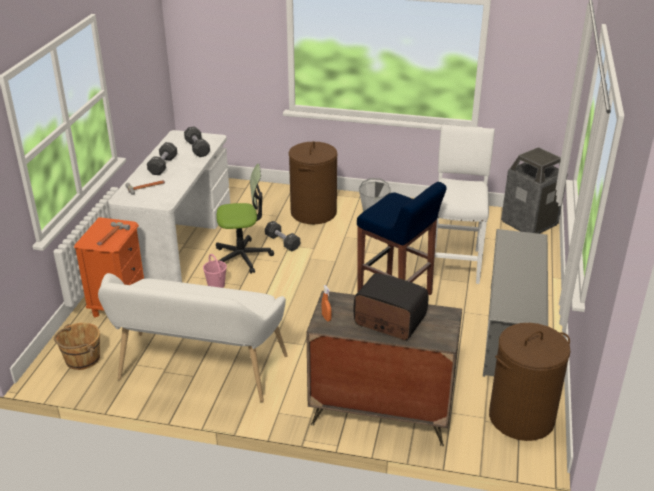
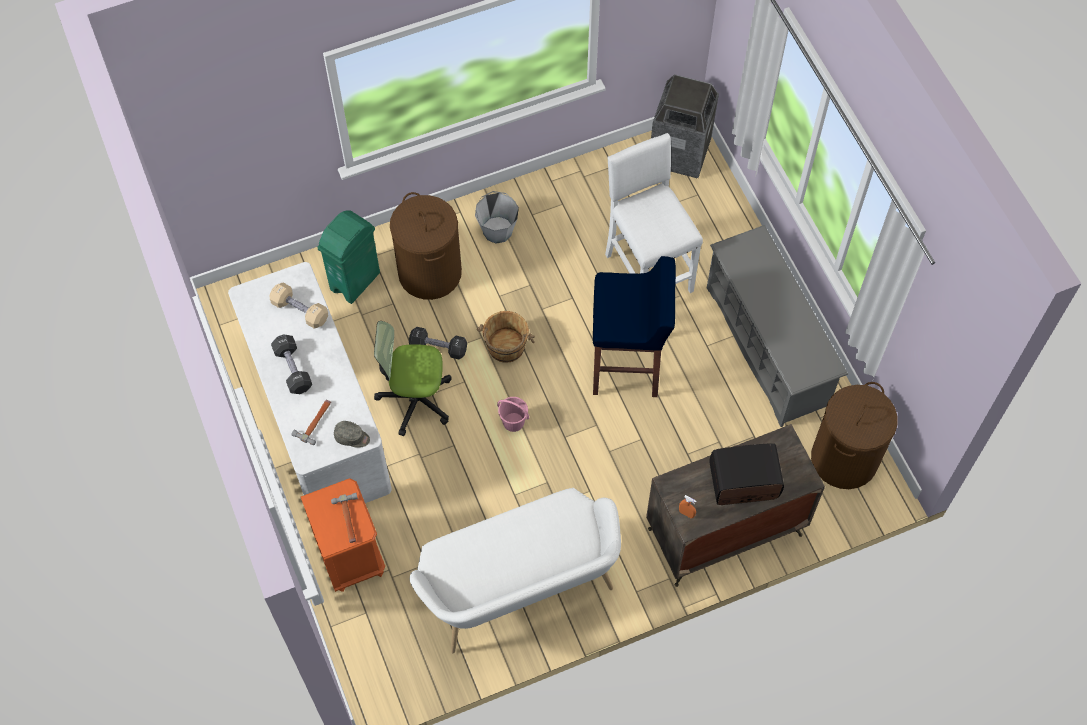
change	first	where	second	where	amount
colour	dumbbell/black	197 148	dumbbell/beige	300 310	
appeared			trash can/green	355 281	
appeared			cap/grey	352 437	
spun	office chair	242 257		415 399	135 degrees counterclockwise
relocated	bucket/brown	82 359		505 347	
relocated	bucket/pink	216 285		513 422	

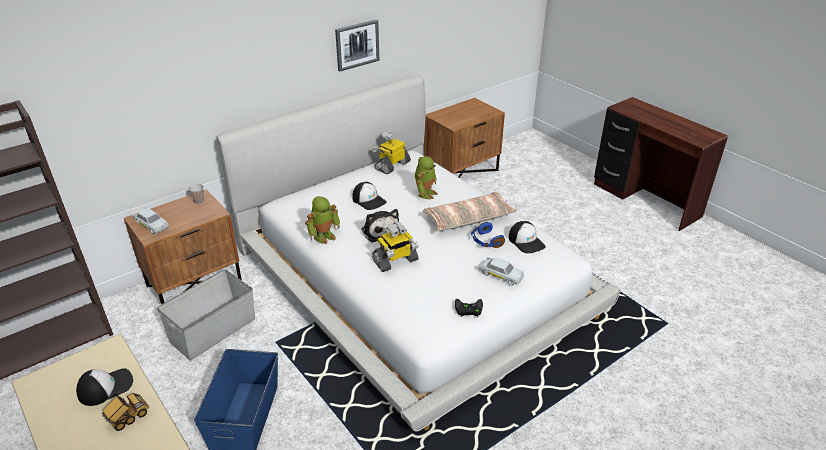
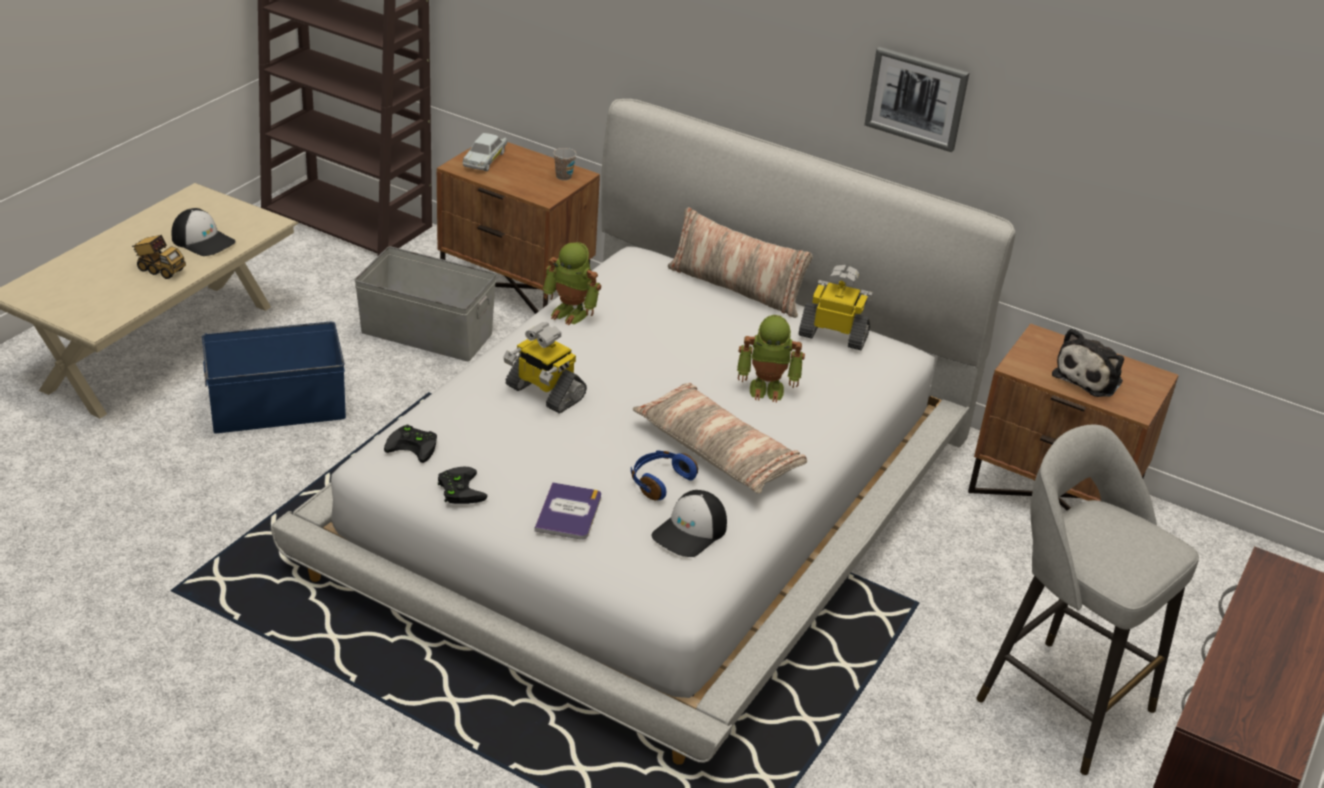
change	first	where	second	where	amount
appeared			game controller/black	415 446	
exchanged	toy car/white	500 275	book	568 512	
appeared			pillow	736 288	
appeared			stool/grey	1060 702	
relocated	plush toy	379 230		1090 377	
missing	cap	369 200			

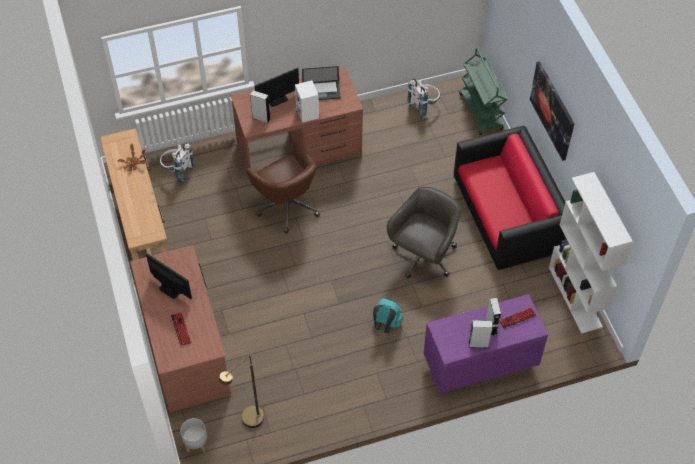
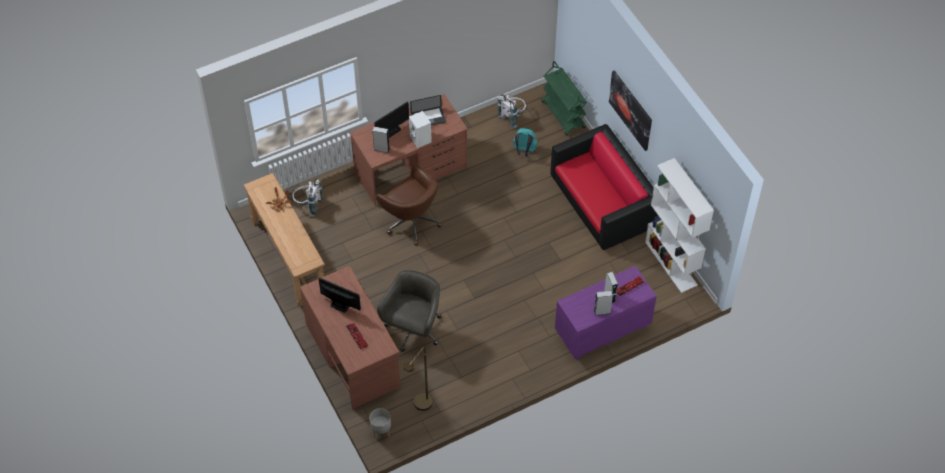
change	first	where	second	where	amount
relocated	office chair/grey	423 256		413 330	
relocated	backpack/turquoise	385 324		524 151	

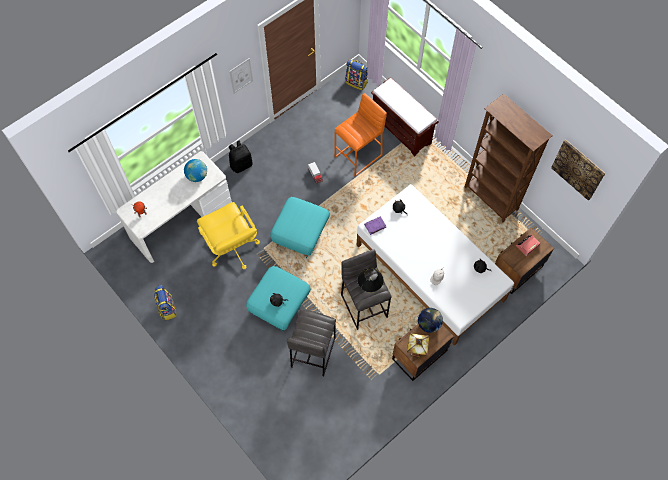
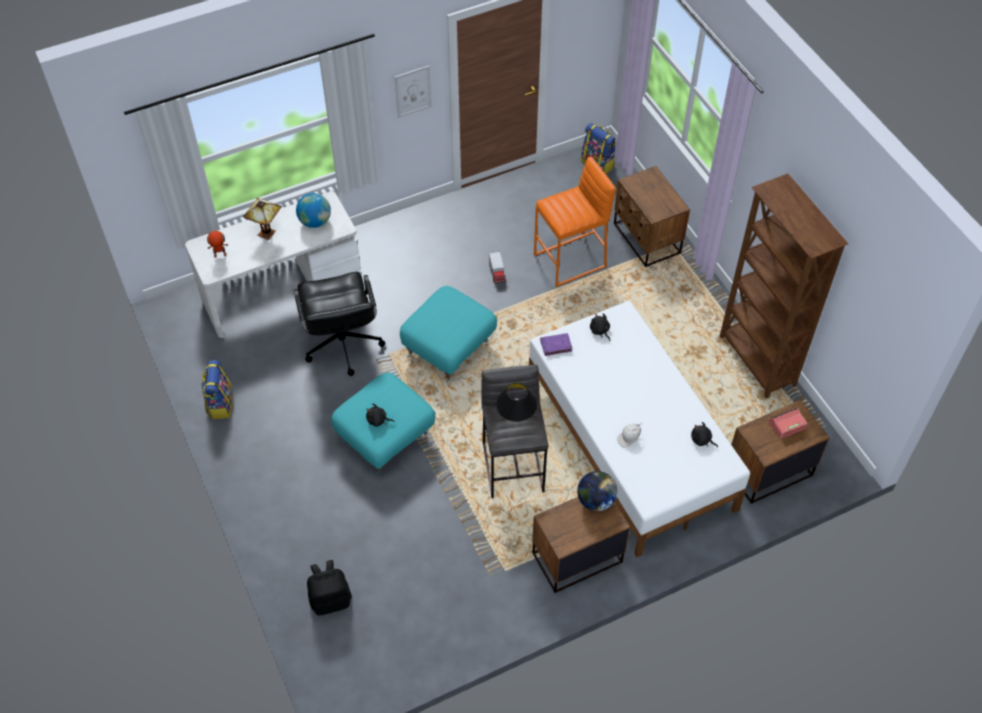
change	first	where	second	where	amount
relocated	table lamp	415 350		266 232	
colour	office chair/yellow	232 249	office chair/black	342 345	
relocated	backpack/black	241 164		331 600	
exchanged	bench/brown	401 130	nightstand/brown	646 239	
missing	stool/grey	312 352			
missing	picture	578 169			

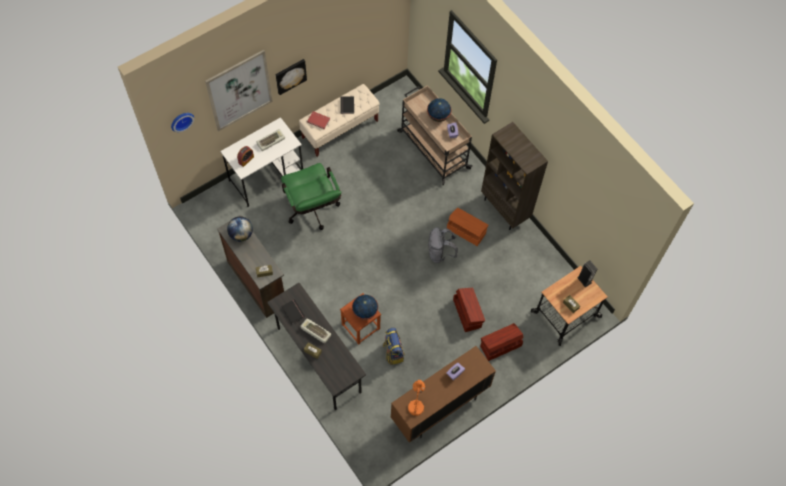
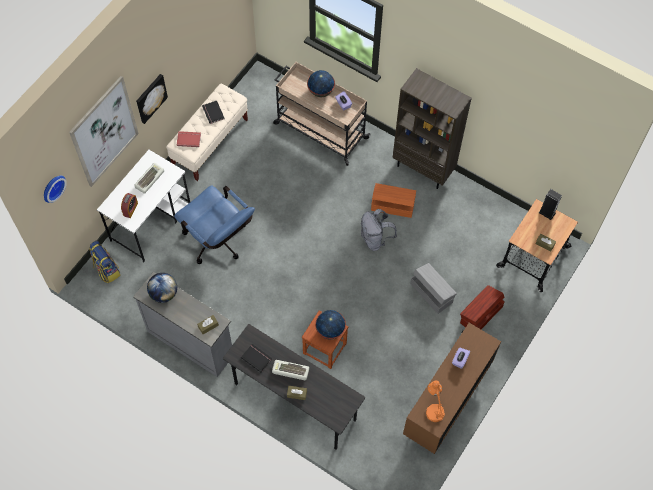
change	first	where	second	where	amount
relocated	backpack	393 352		106 270	
colour	dresser/brown	257 282	dresser/grey	190 342	
colour	office chair/green	313 211	office chair/blue	219 242	
colour	storage box/brown	467 313	storage box/grey	431 292	

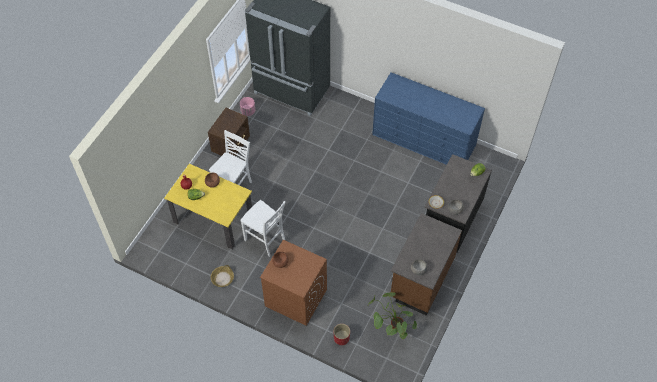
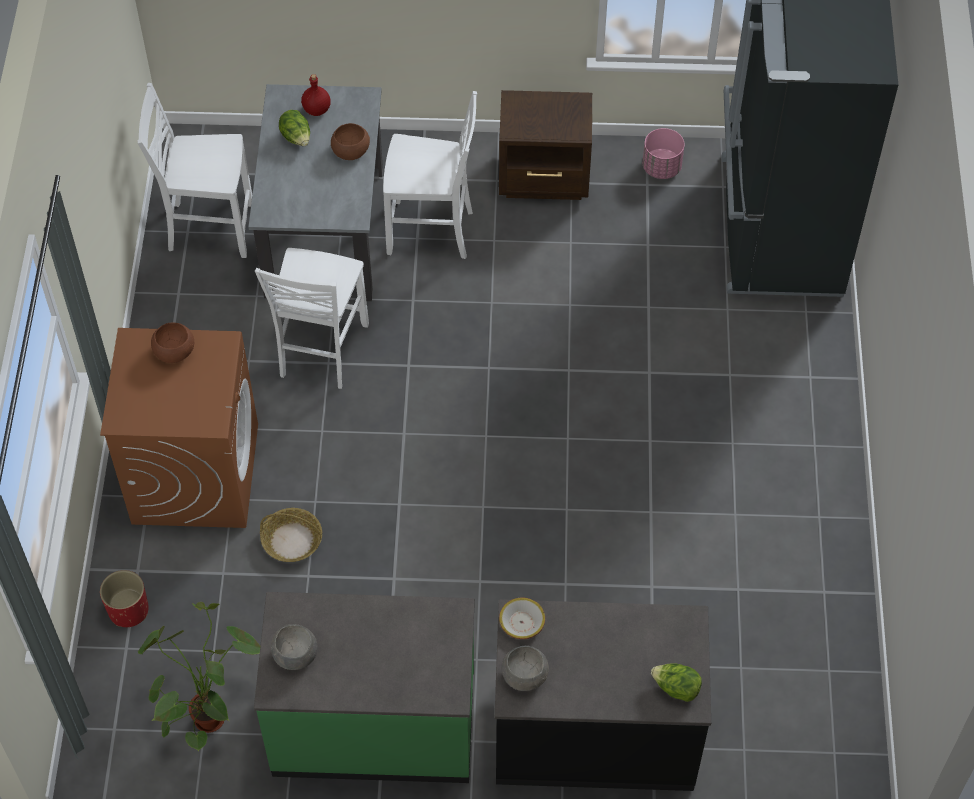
change	first	where	second	where	amount
appeared			chair/white	209 228	
colour	dining table/yellow	213 219	dining table/grey	324 231	
colour	counter/brown	421 278	counter/green	374 725	
relocated	basket	222 278		292 540	
missing	dresser/blue	424 140			

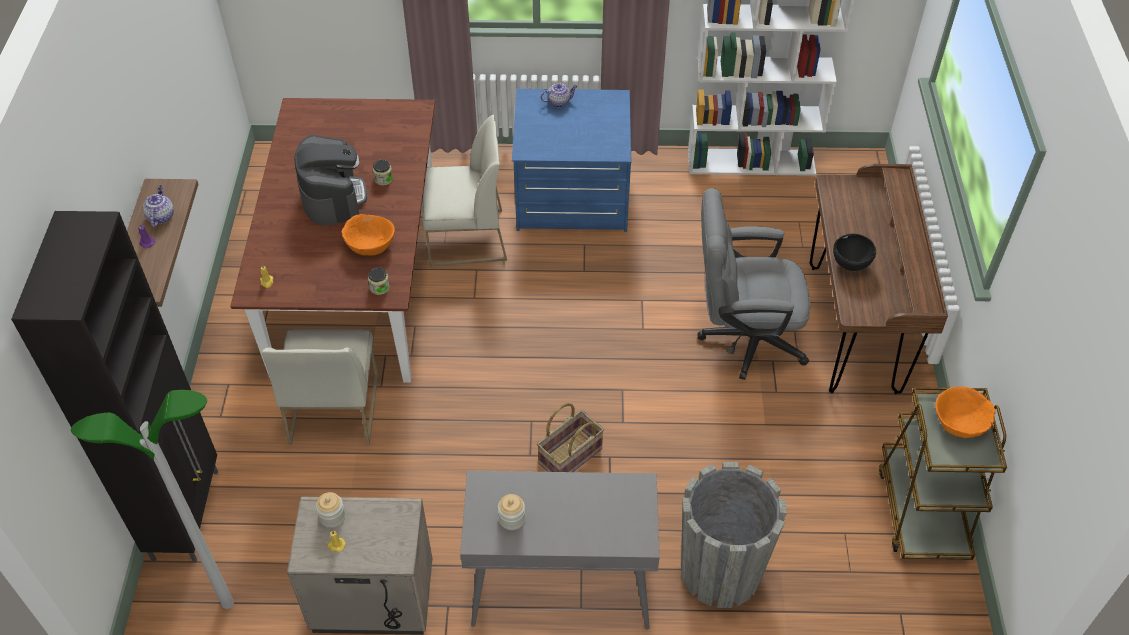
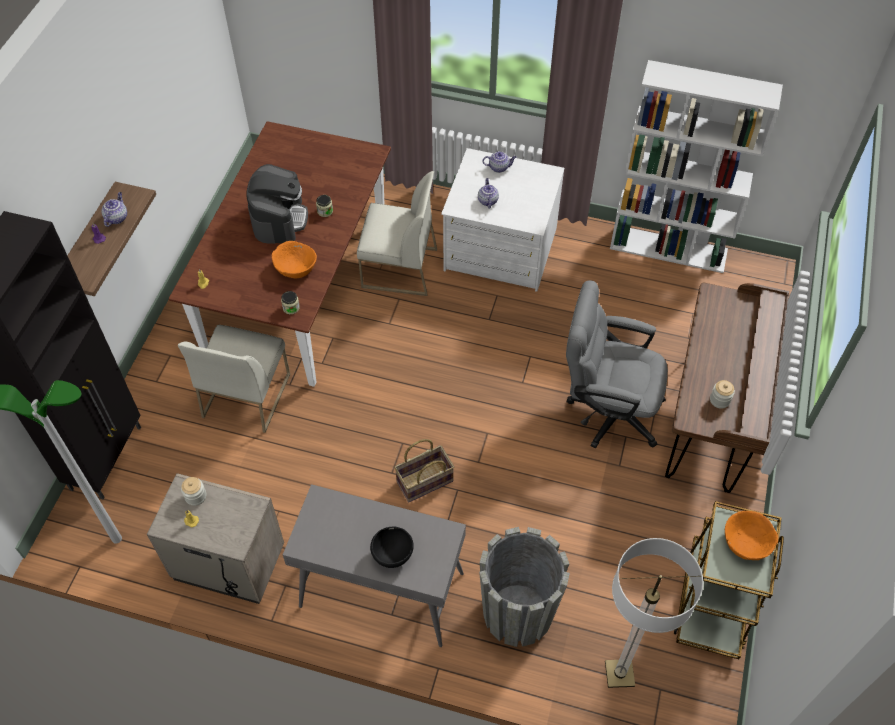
change	first	where	second	where	amount
relocated	bowl/black	850 265		393 556	
colour	dresser/blue	572 198	dresser/white	500 250	
appeared			teapot	487 200	
appeared			floor lamp	619 674	
relocated	jar	512 519		719 400	

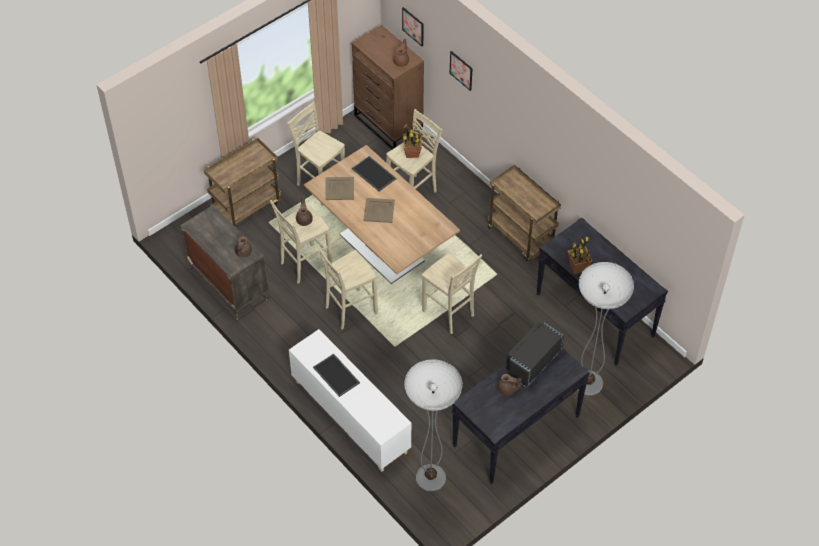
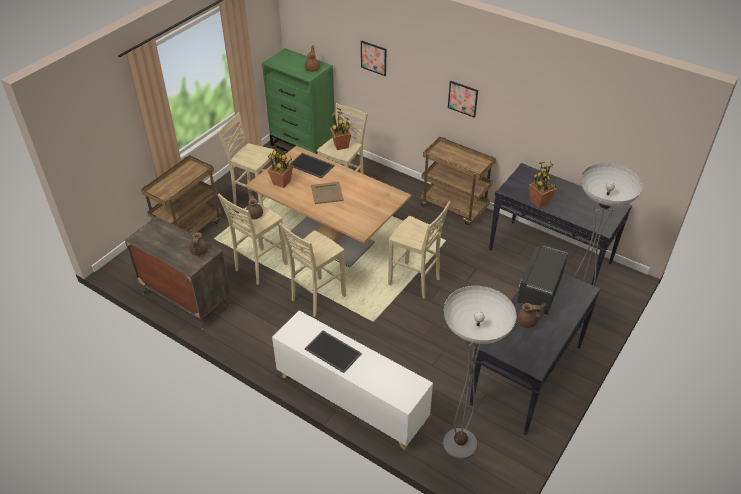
change	first	where	second	where	amount
colour	dresser/brown	388 125	dresser/green	303 146	
exchanged	tray/beige	339 188	potted plant	282 182	
relocated	picture	413 26		463 98	

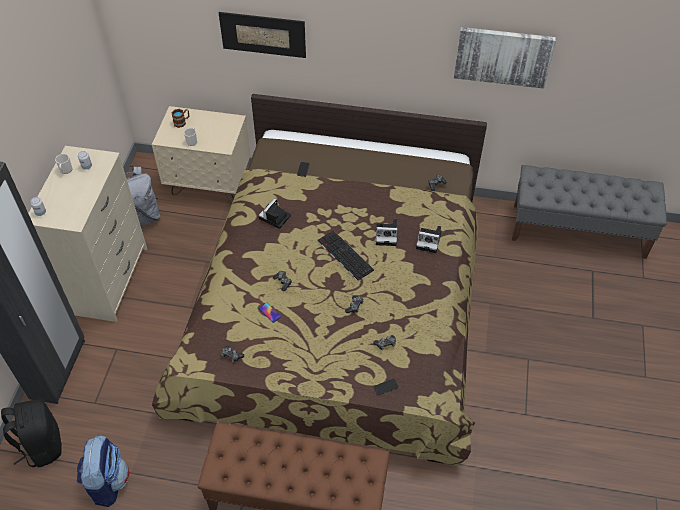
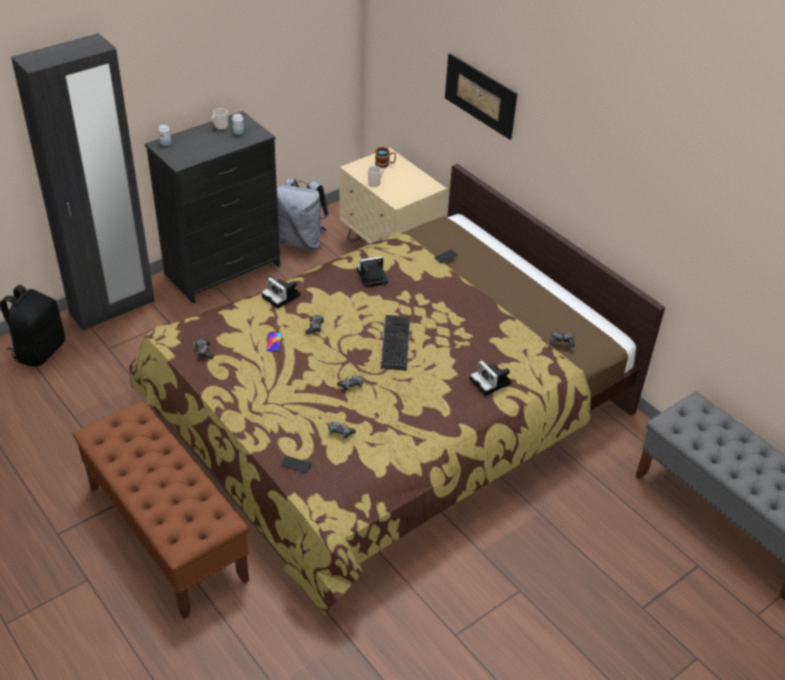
change	first	where	second	where	amount
colour	dresser/beige	108 280	dresser/black	223 270	
relocated	photo camera	387 235		282 296	
missing	backpack	107 482			
missing	picture	503 56			

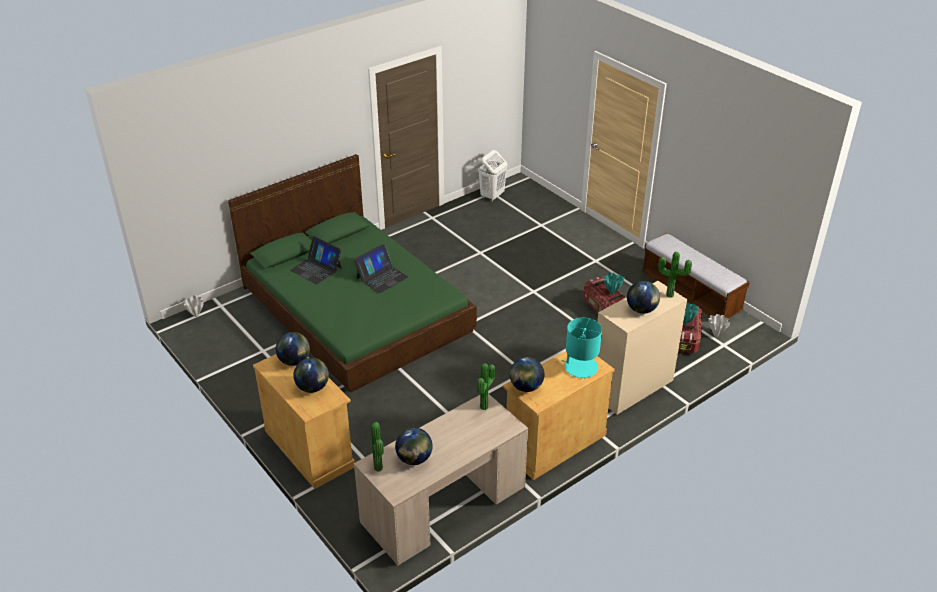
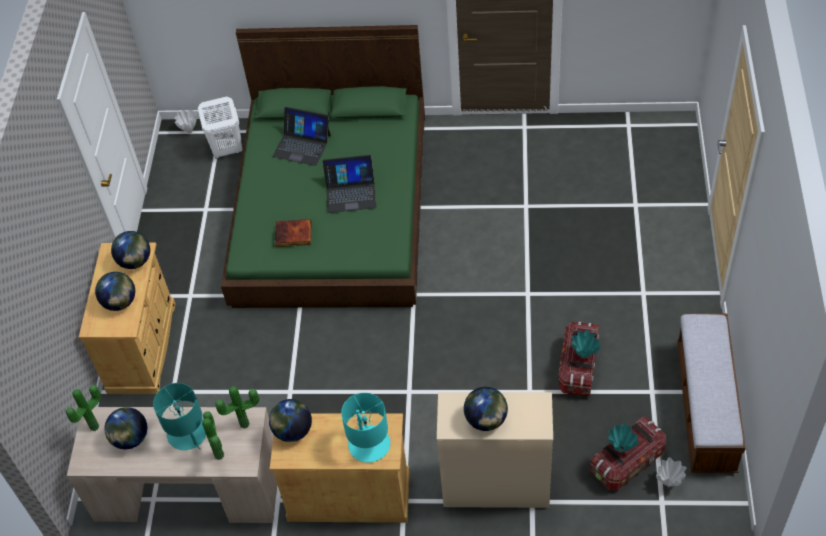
change	first	where	second	where	amount
appeared			table lamp/turquoise	187 433	
relocated	laundry basket/white	492 196		227 150	
relocated	potted plant	670 294		221 454	
spun	laptop	316 269		302 145	60 degrees counterclockwise
appeared			book	293 235	

